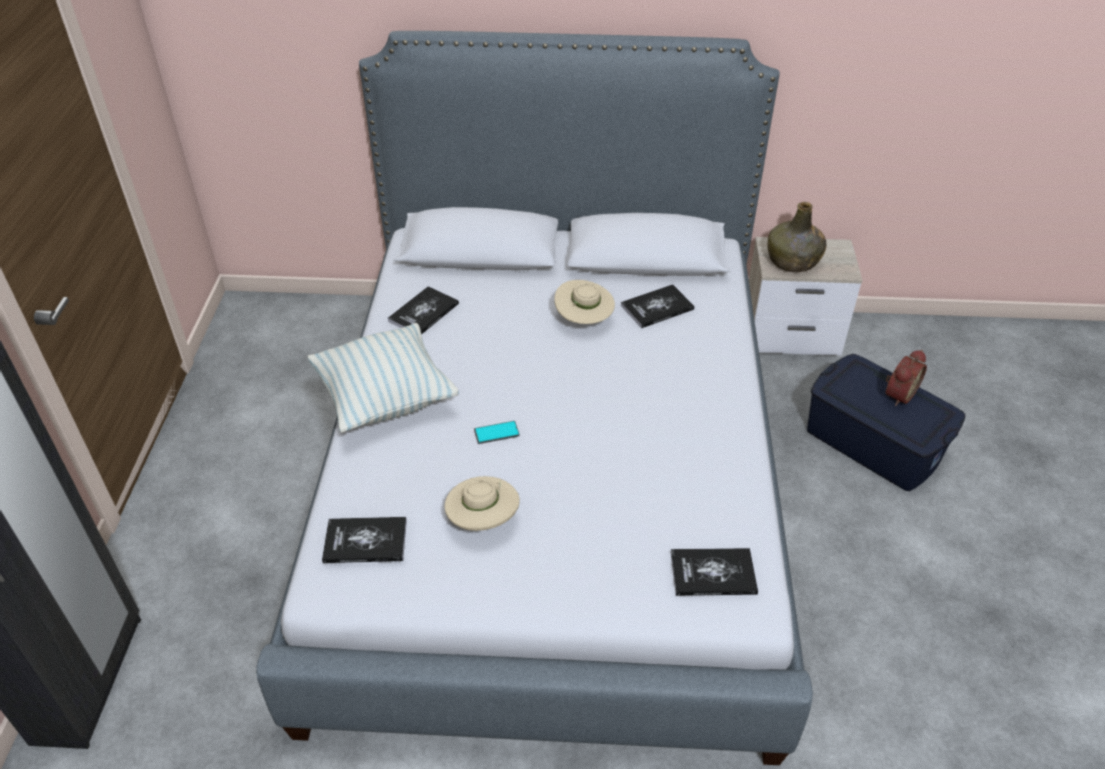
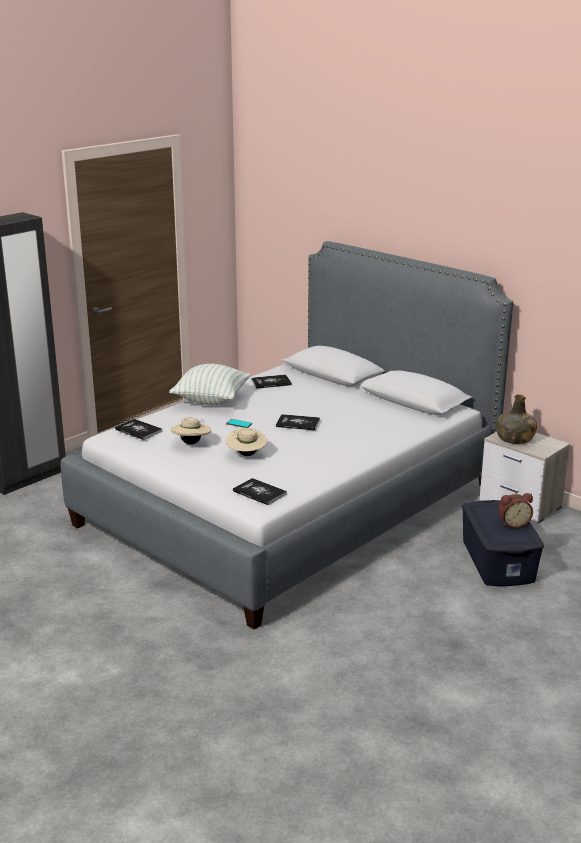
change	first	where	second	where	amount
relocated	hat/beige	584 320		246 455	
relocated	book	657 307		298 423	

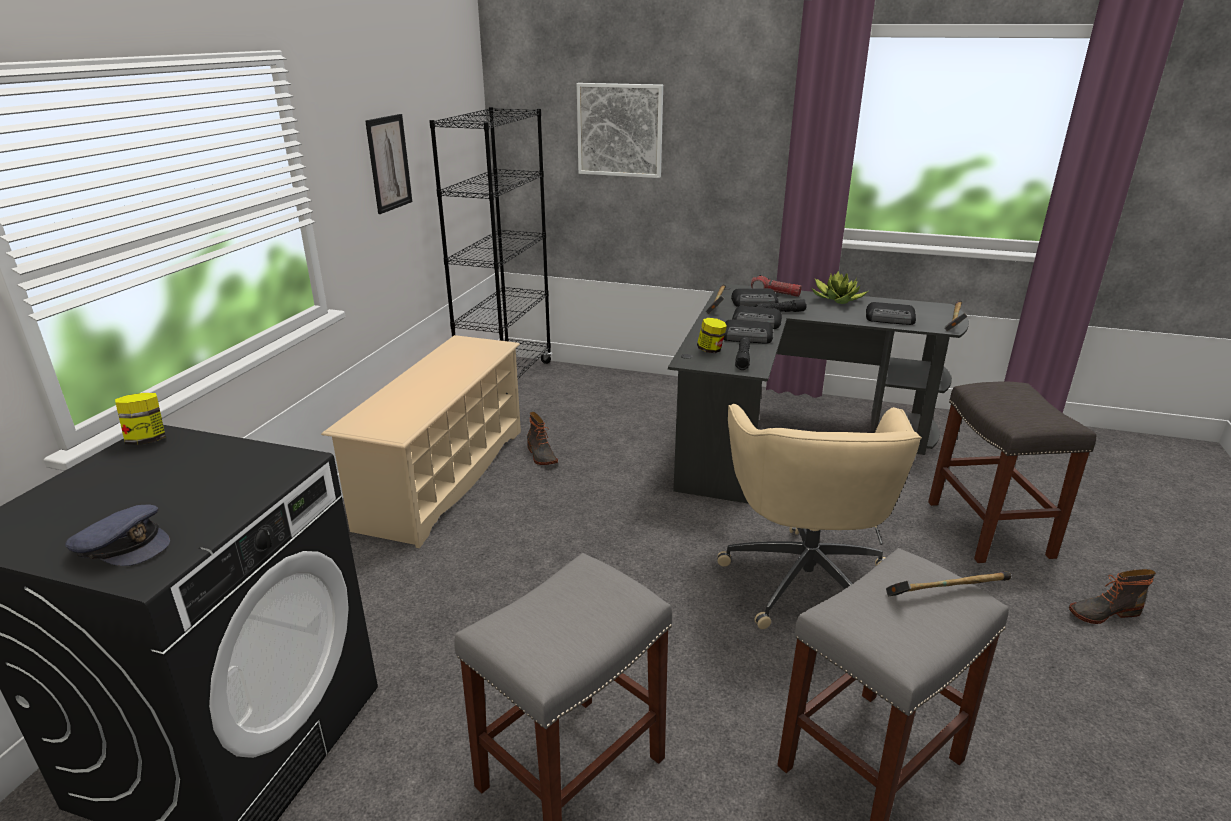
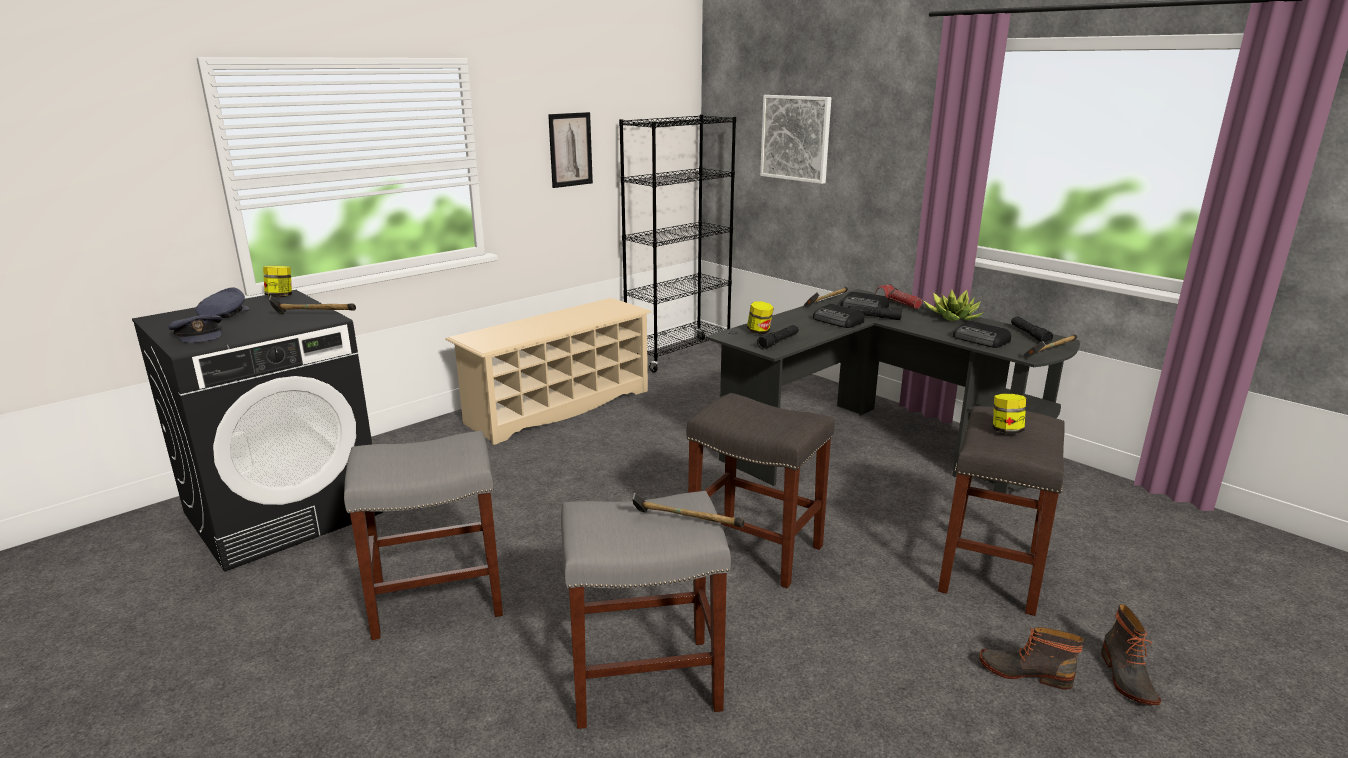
change	first	where	second	where	amount
appeared			cap/grey	224 314	
appeared			hammer	313 316	
exchanged	office chair/beige	805 577	stool/grey	753 549	
appeared			jar	1006 431	
appeared			flashlight/black	1029 335	
relocated	boot	541 455		1125 678	
missing	radio	748 337			

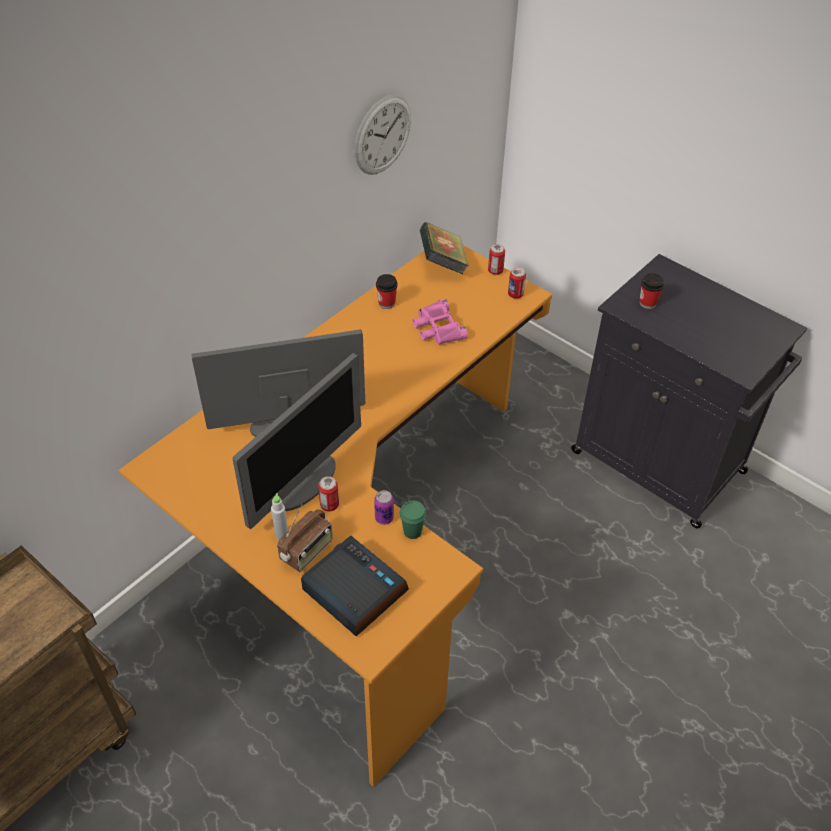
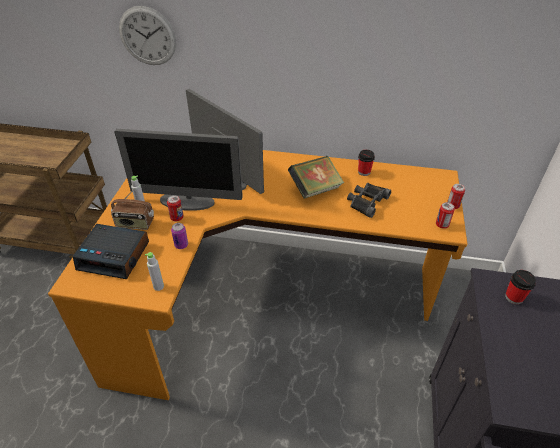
change	first	where	second	where	amount
spun	alarm clock	353 591		115 256	90 degrees clockwise
relocated	wall clock	382 135		147 36	
appeared			bottle/grey	158 286	
relocated	book	443 263		315 189	
colour	binoculars/pink	437 328	binoculars/black	366 201	
missing	cup/green	412 531			

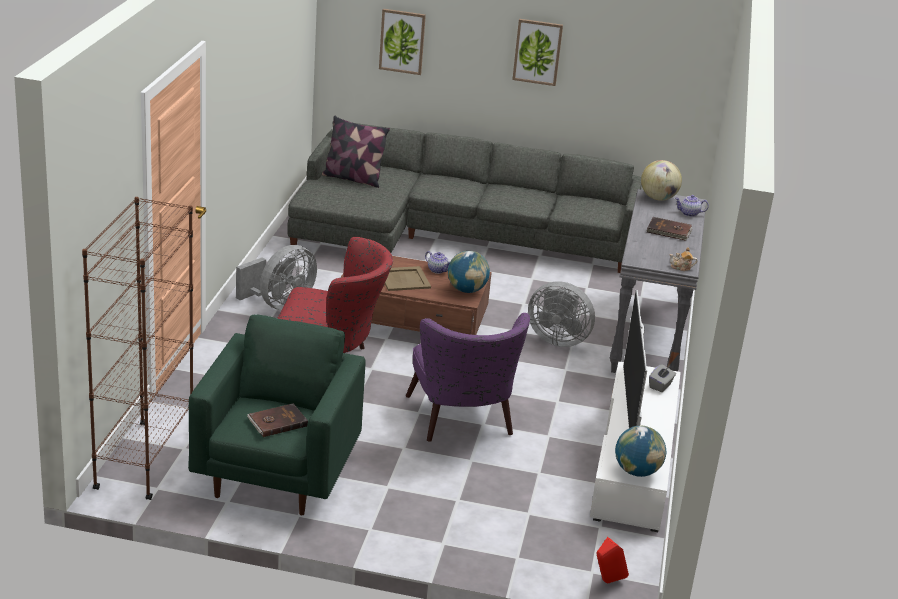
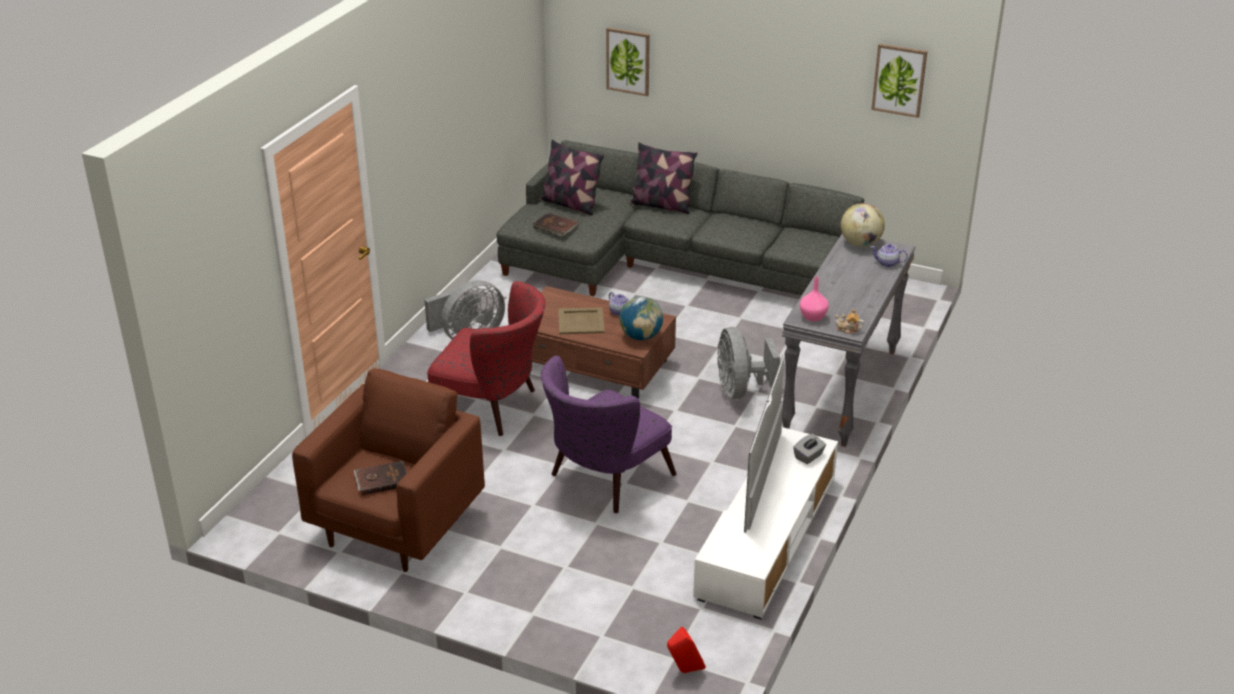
change	first	where	second	where	amount
colour	armchair/green	277 474	armchair/brown	397 526	
relocated	book/brown	669 231		555 227	
spun	armchair/purple	462 423		603 480	45 degrees clockwise
appeared			pillow	661 205	
spun	fan/grey	557 339		740 390	45 degrees clockwise
appeared			vase/pink	813 317	
relocated	picture	537 52		899 80	
missing	bookcase/brown	145 461			
missing	globe	637 471			

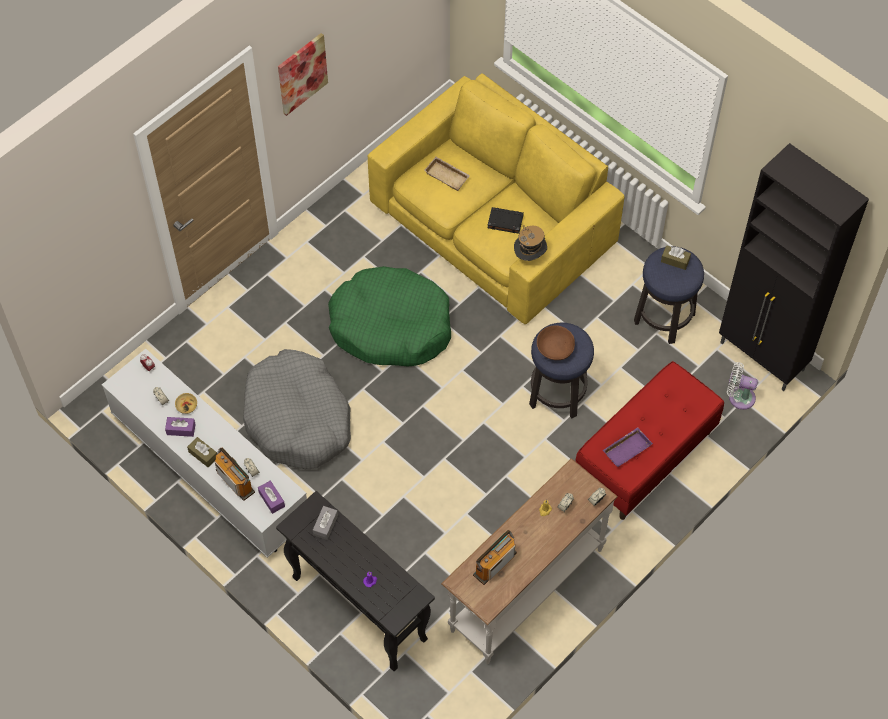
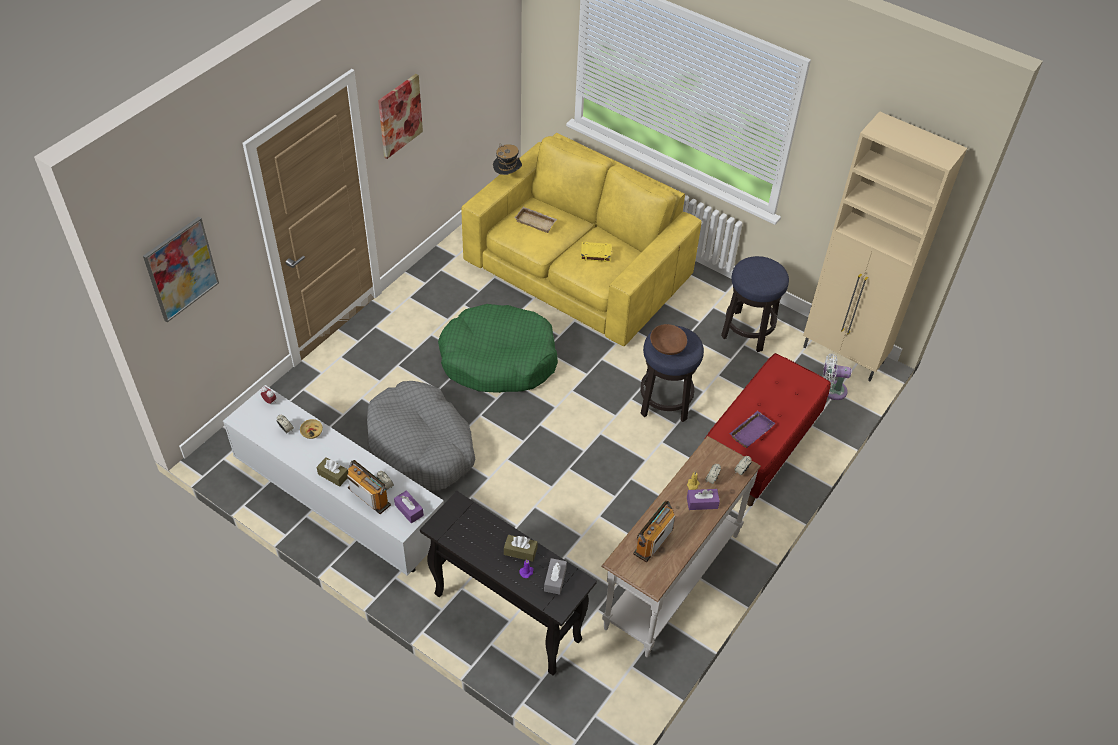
change	first	where	second	where	amount
appeared			picture	181 269	
relocated	hat	529 257		507 177	
relocated	tissue box/brown	675 260		520 551	
relocated	tissue box/grey	325 525		555 579	
colour	book/black	505 222	book/yellow	595 253	
relocated	tissue box/purple	181 429		702 503	
colour	cabinet/black	762 357	cabinet/beige	844 355	

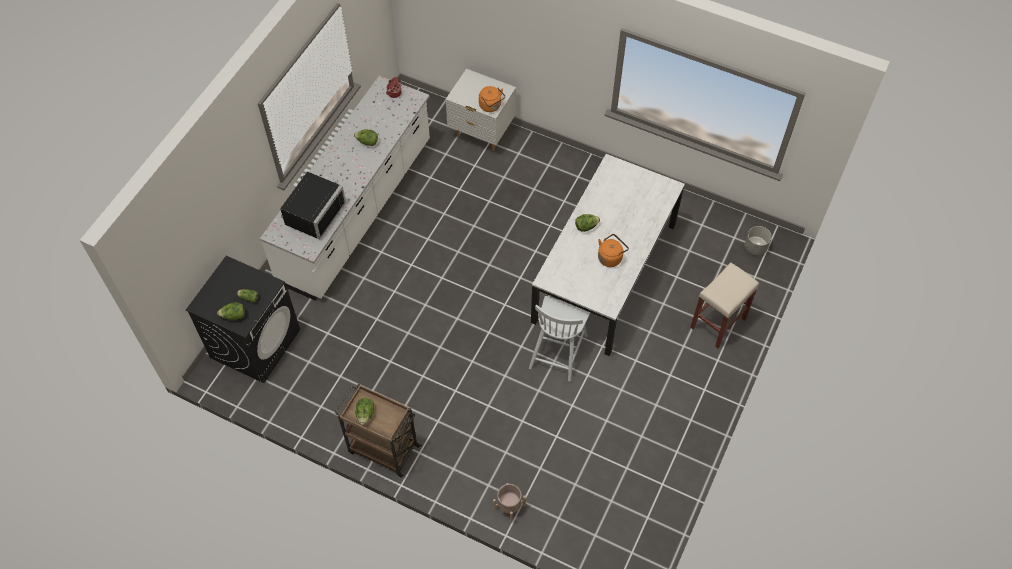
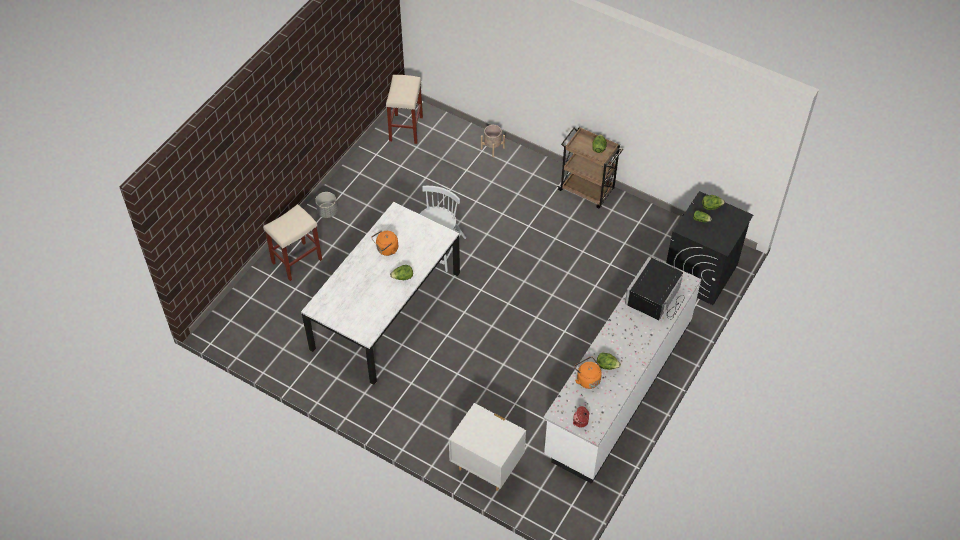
change	first	where	second	where	amount
relocated	planter/grey	755 248		327 211	
appeared			stool/beige	406 129	
relocated	kettle/orange	491 106		587 379	

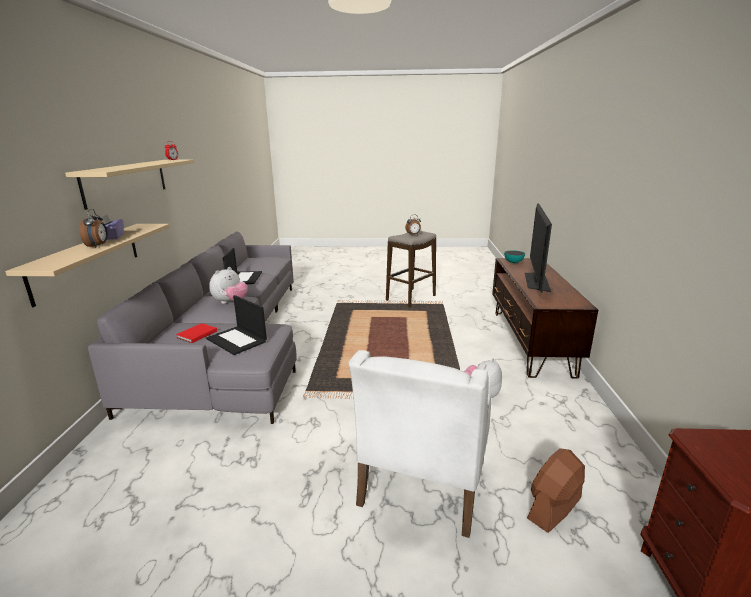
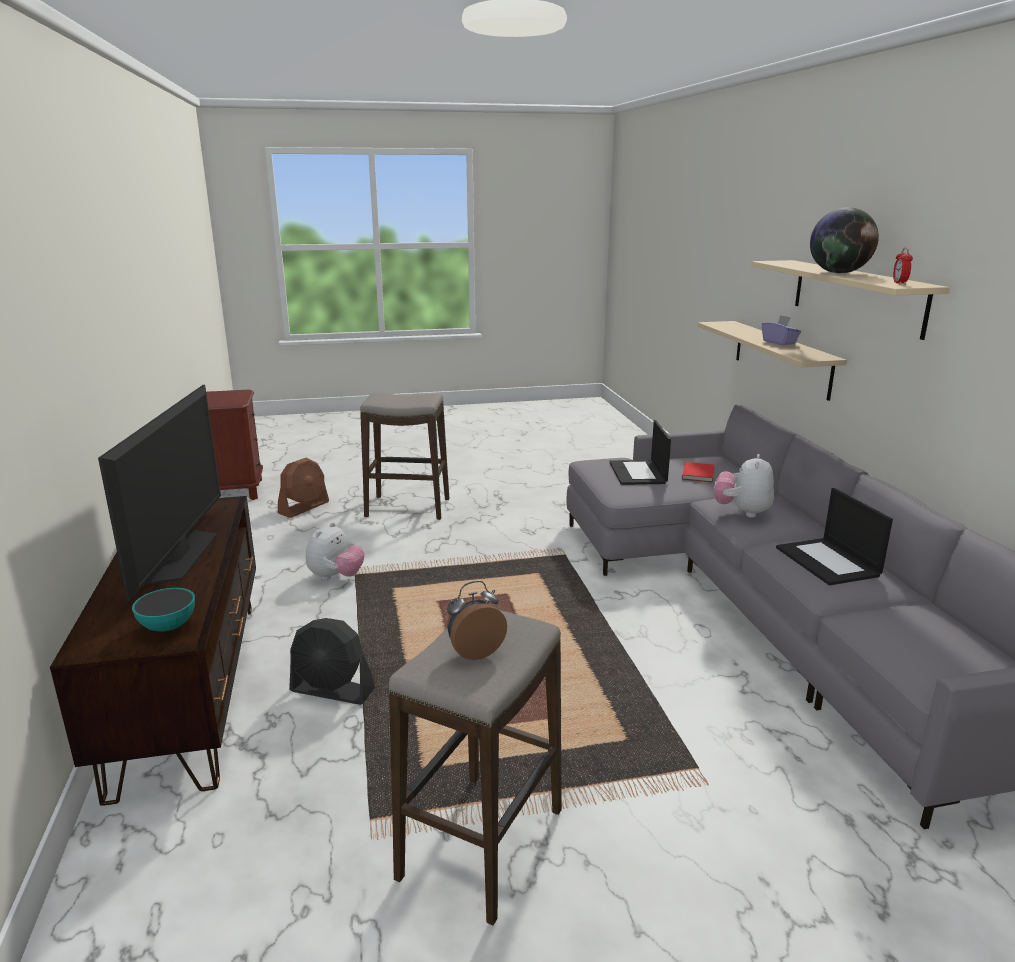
change	first	where	second	where	amount
appeared			fan/black	332 690	
exchanged	armchair/white	422 483	stool	407 508	
spun	laptop	237 340		638 473	120 degrees counterclockwise
appeared			globe	838 273	
missing	alarm clock	98 246			

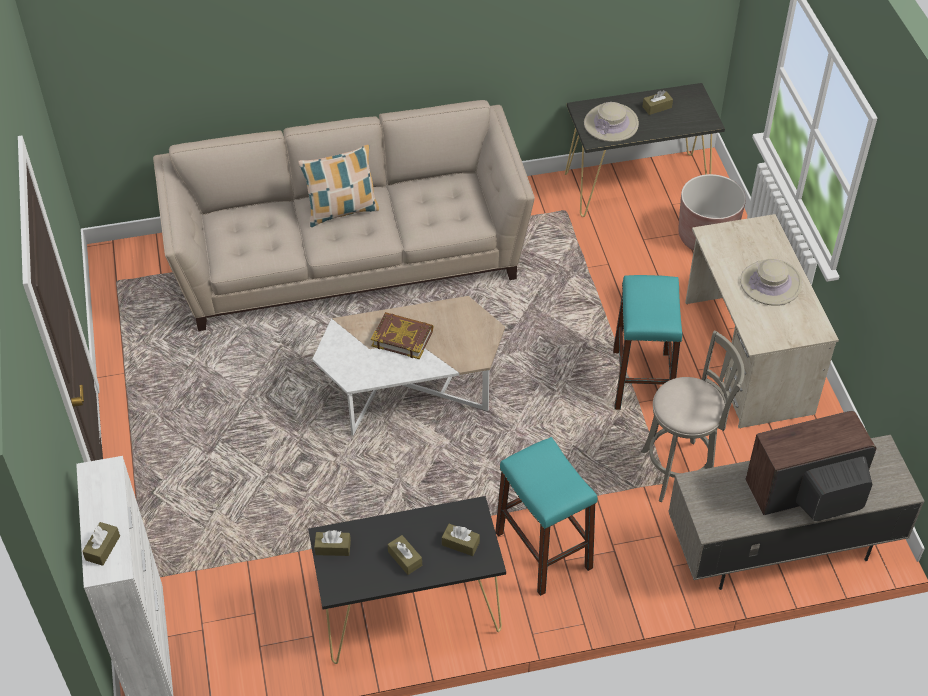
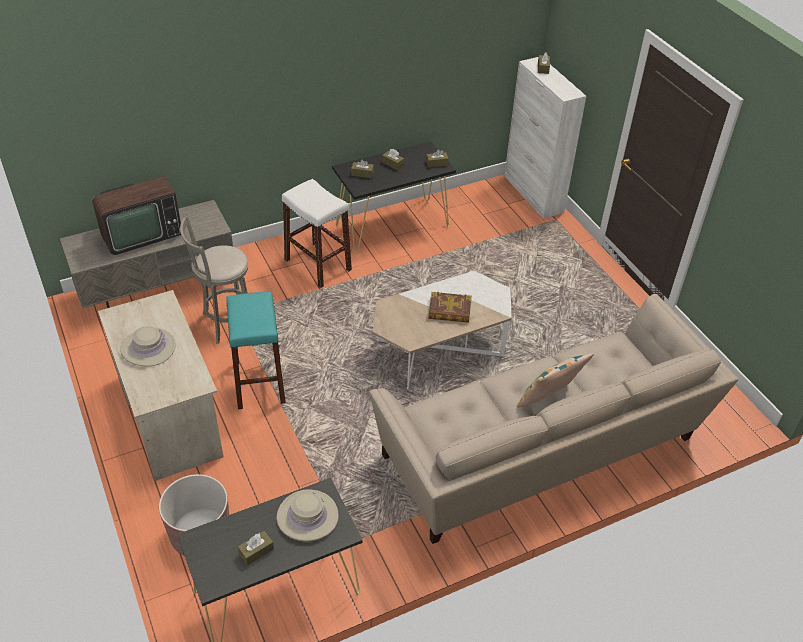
change	first	where	second	where	amount
colour	stool/turquoise	543 550	stool/white	318 265	

